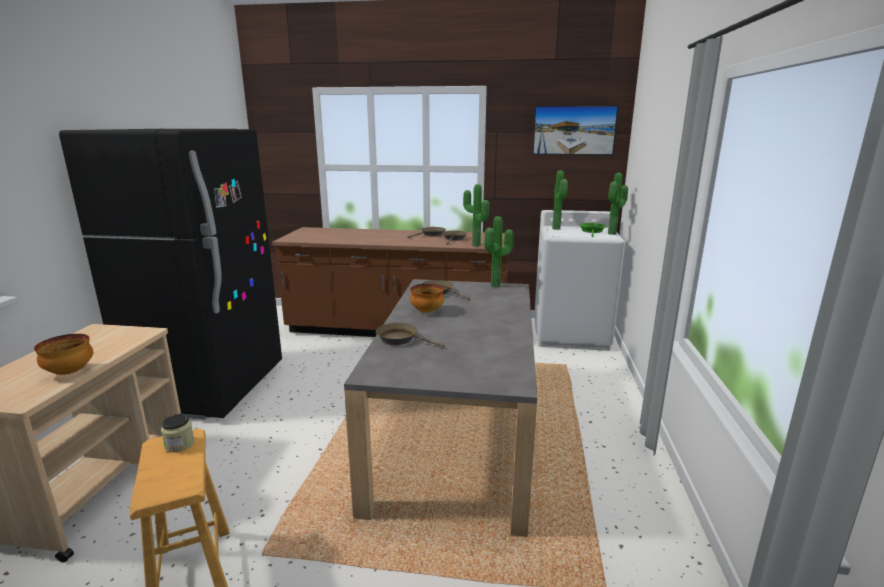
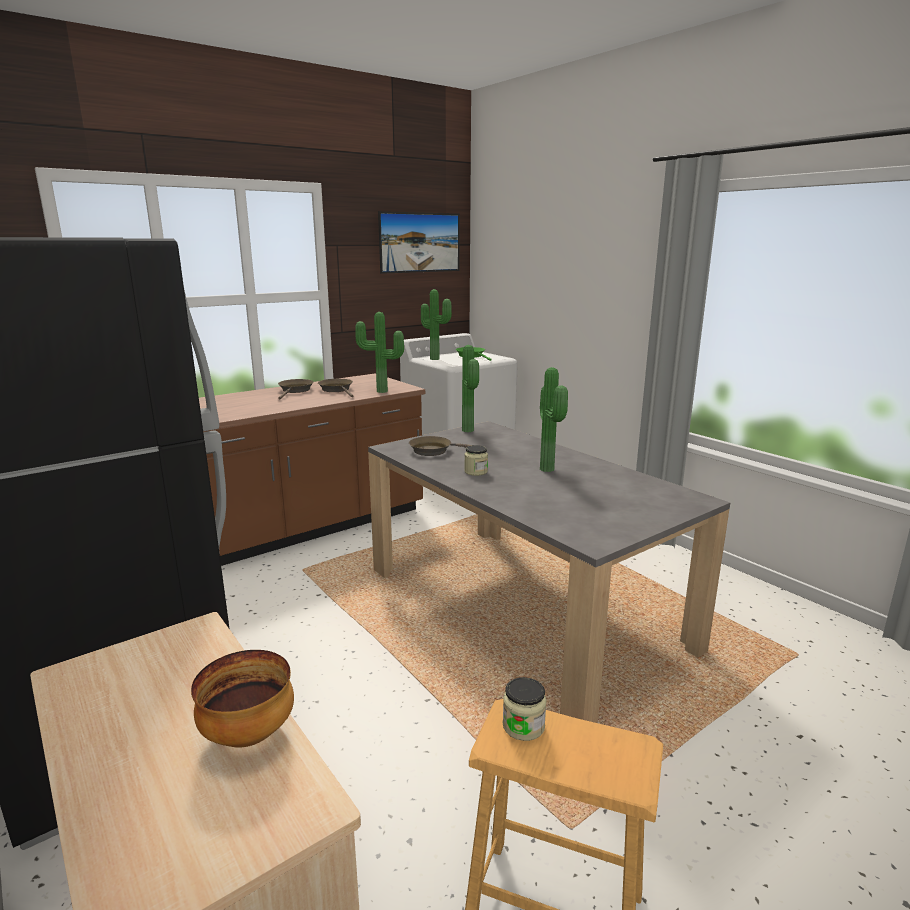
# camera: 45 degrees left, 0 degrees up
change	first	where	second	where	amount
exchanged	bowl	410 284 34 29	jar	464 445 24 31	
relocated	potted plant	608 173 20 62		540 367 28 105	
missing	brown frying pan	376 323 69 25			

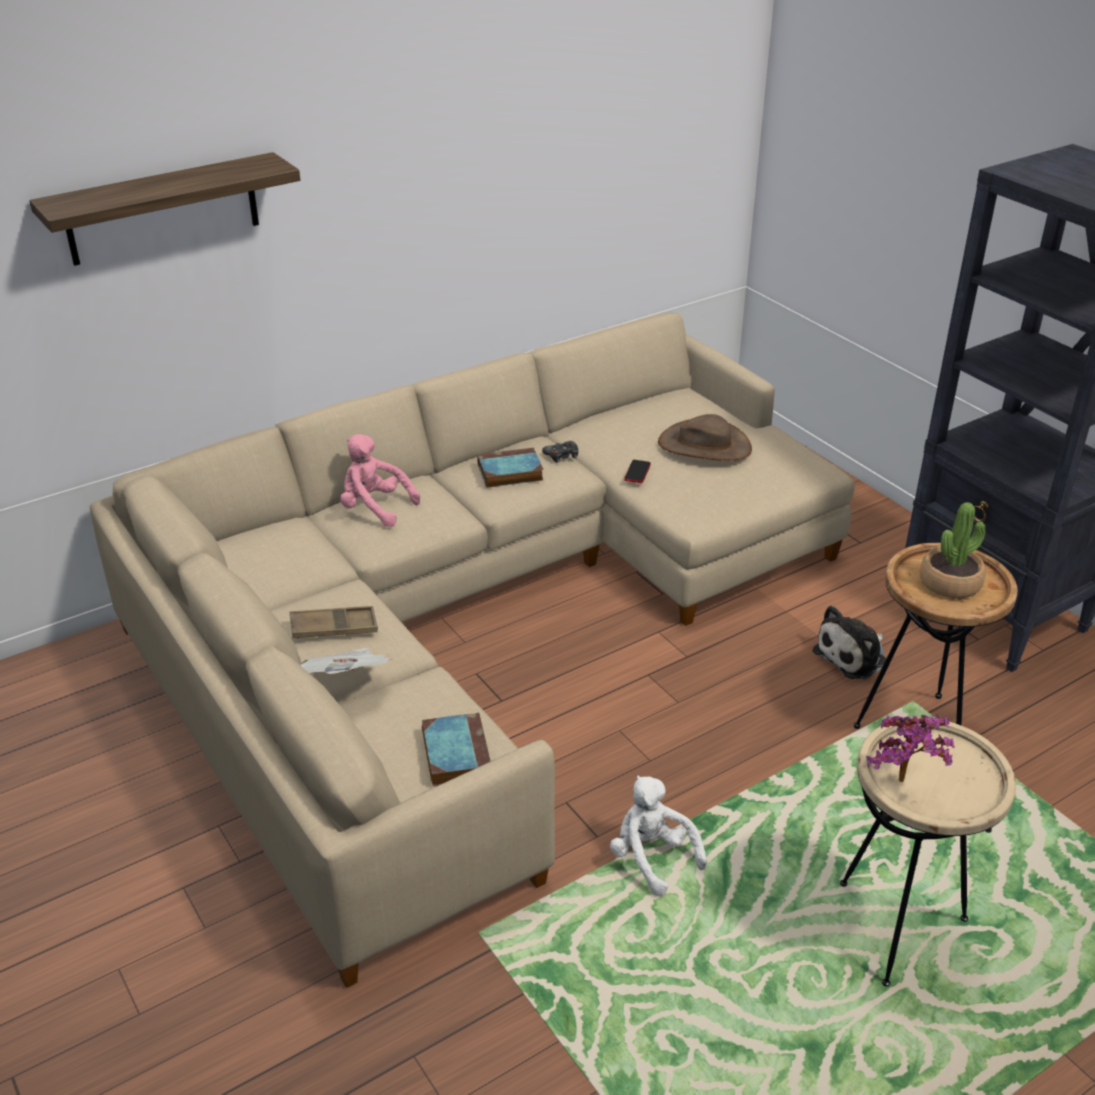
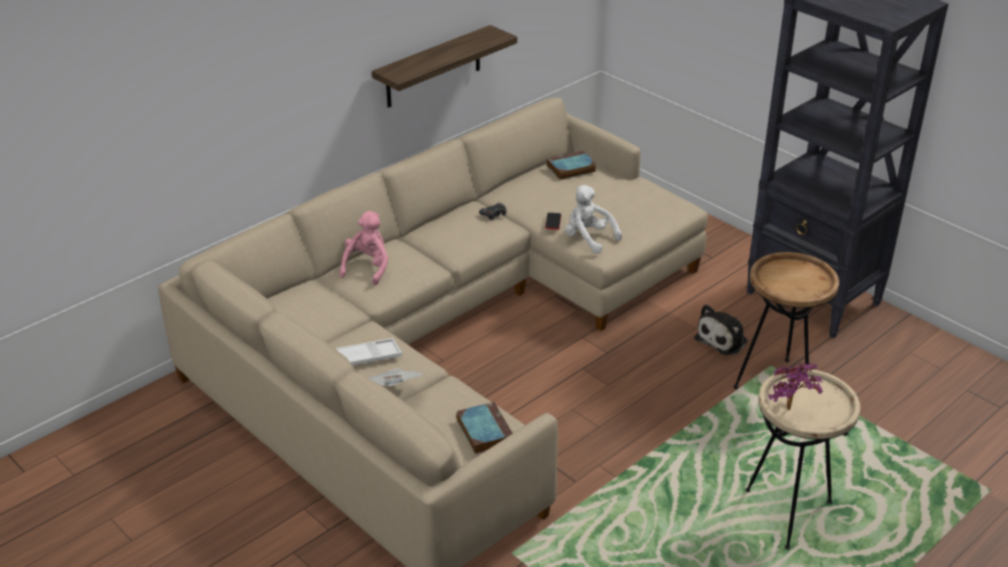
# camera: 10 degrees left, 0 degrees up
change	first	where	second	where	amount
colour	brown tray	290 606 88 33	white tray	336 338 66 27	
spun	pink plush toy	340 434 80 93		340 211 48 74	90 degrees clockwise
relocated	shelf	29 152 271 114		372 25 145 83	
relocated	book	477 448 67 40		547 150 49 30	
relocated	white plush toy	610 775 97 122		565 185 57 69	
missing	brown hat	658 414 94 47			
missing	potted plant	920 502 66 97			

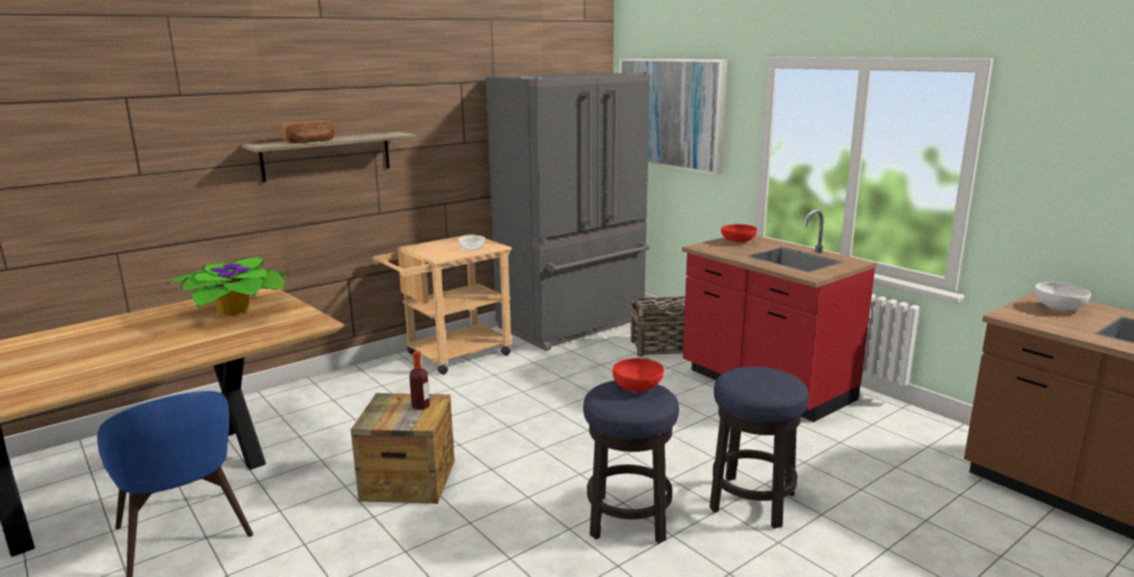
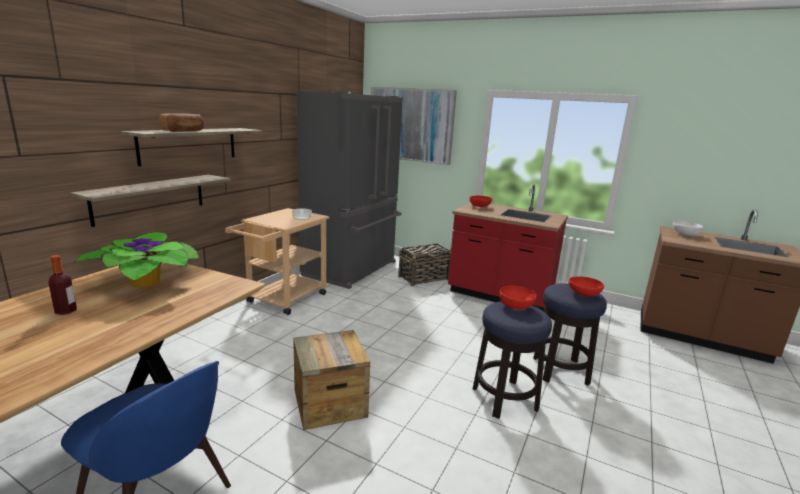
# camera: 25 degrees left, 0 degrees up
change	first	where	second	where	amount
relocated	bottle	409 351 21 59		48 255 29 60	
appeared			shelf	70 175 161 52	
appeared			red bowl	569 276 35 20	

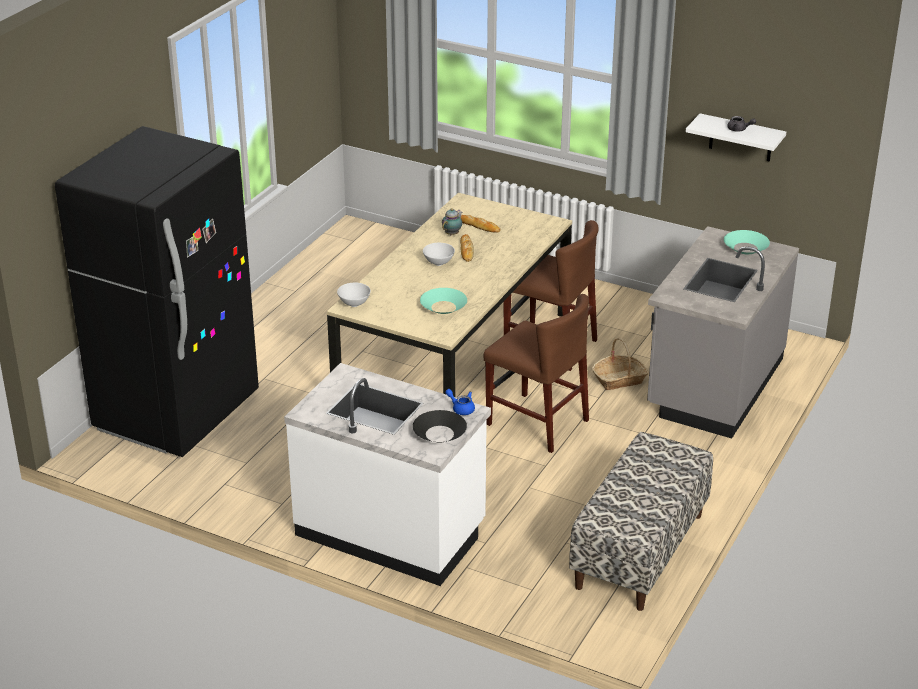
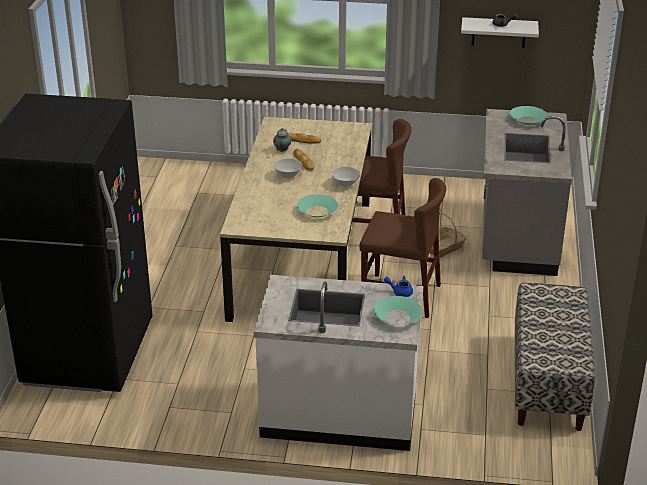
# camera: 20 degrees left, 0 degrees up
change	first	where	second	where	amount
relocated	white bowl	337 283 34 24		331 167 29 20	
colour	black bowl	413 410 54 32	turquoise bowl	373 296 49 29	

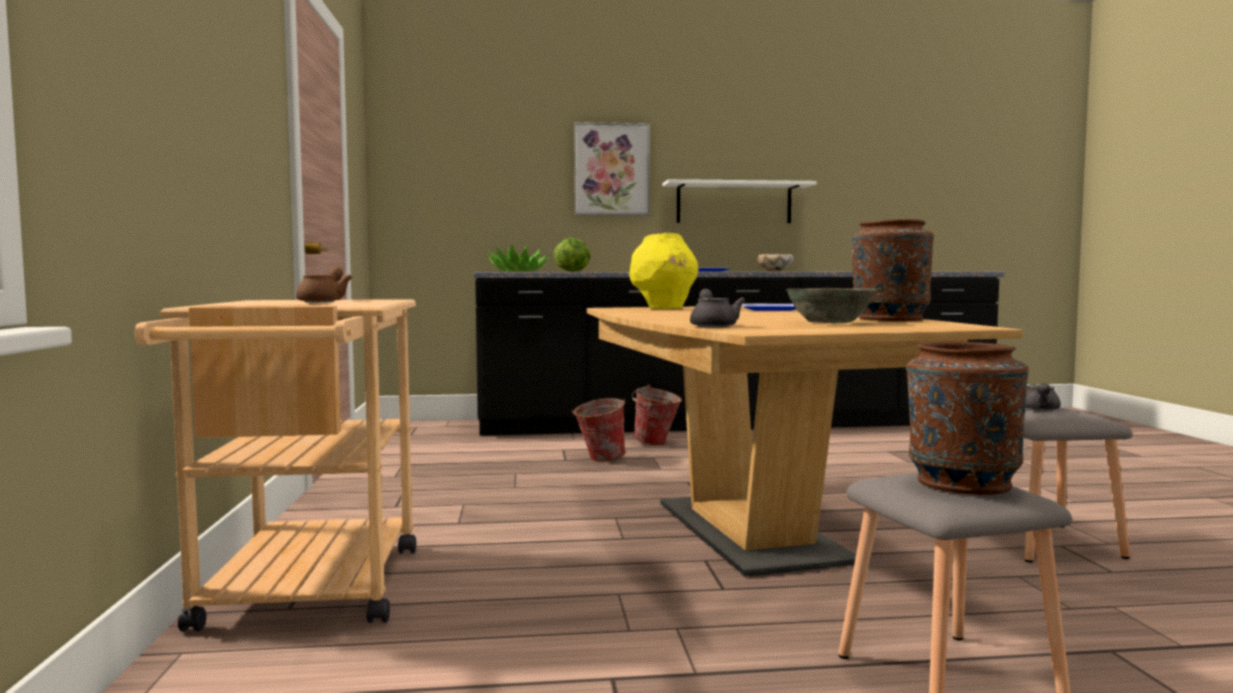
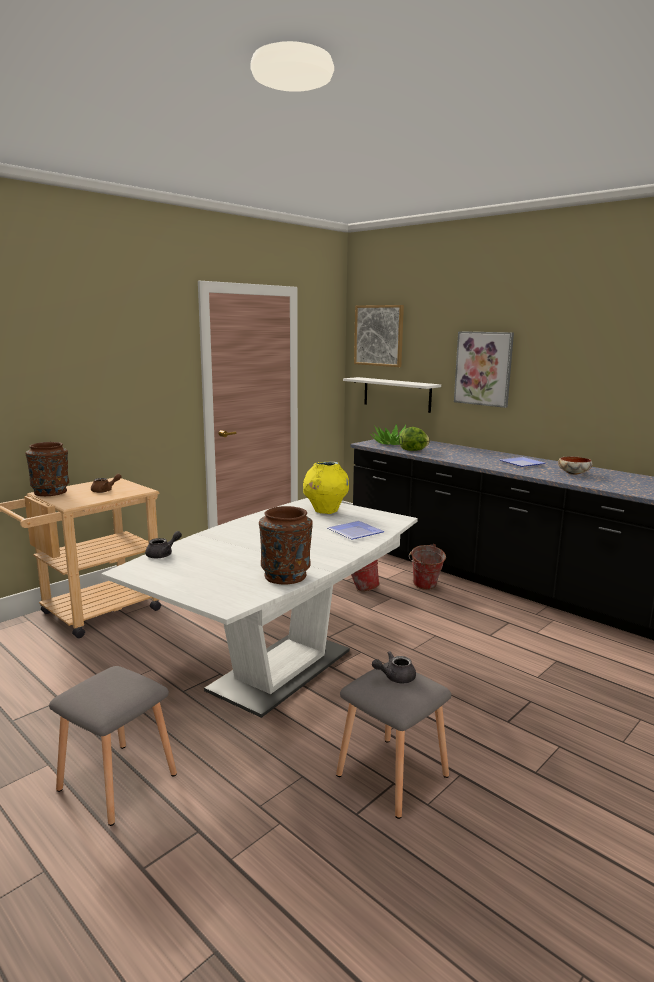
# camera: 50 degrees right, 10 degrees up
change	first	where	second	where	amount
relocated	brown vase	906 342 123 153		25 442 44 54	
colour	brown dining table	587 306 436 271	white dining table	101 498 317 220	
relocated	white shelf	662 179 155 44		343 377 98 36	
appeared			picture	354 305 50 62	
missing	grey bowl	785 288 93 36			

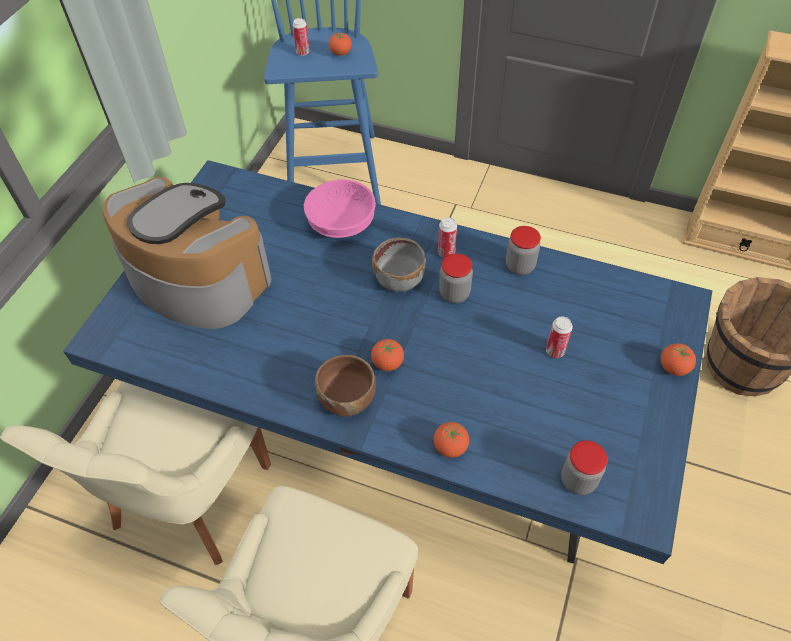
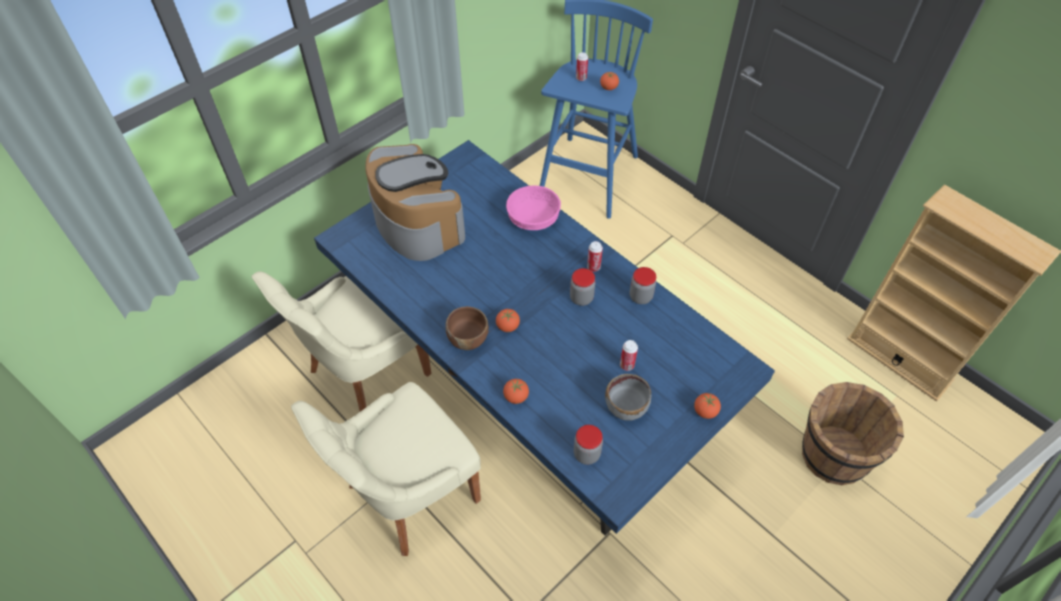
# camera: 25 degrees right, 0 degrees up
change	first	where	second	where	amount
relocated	grey bowl	372 238 54 54		605 374 46 47	

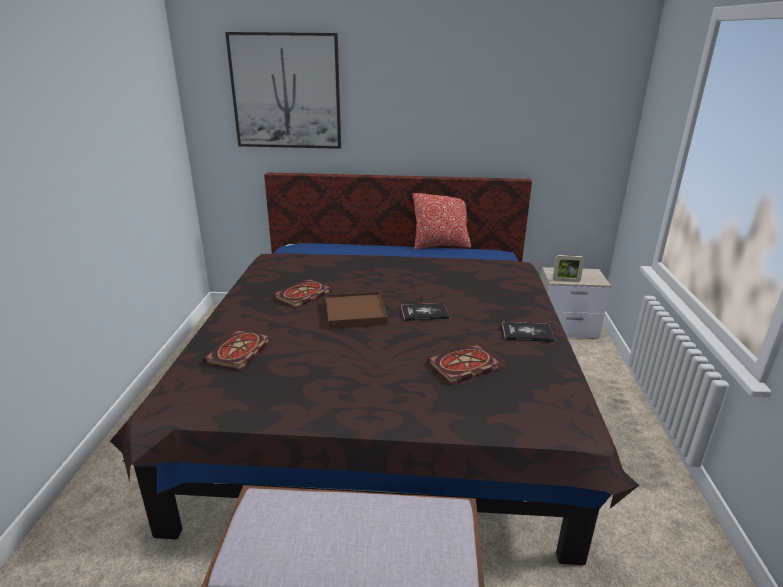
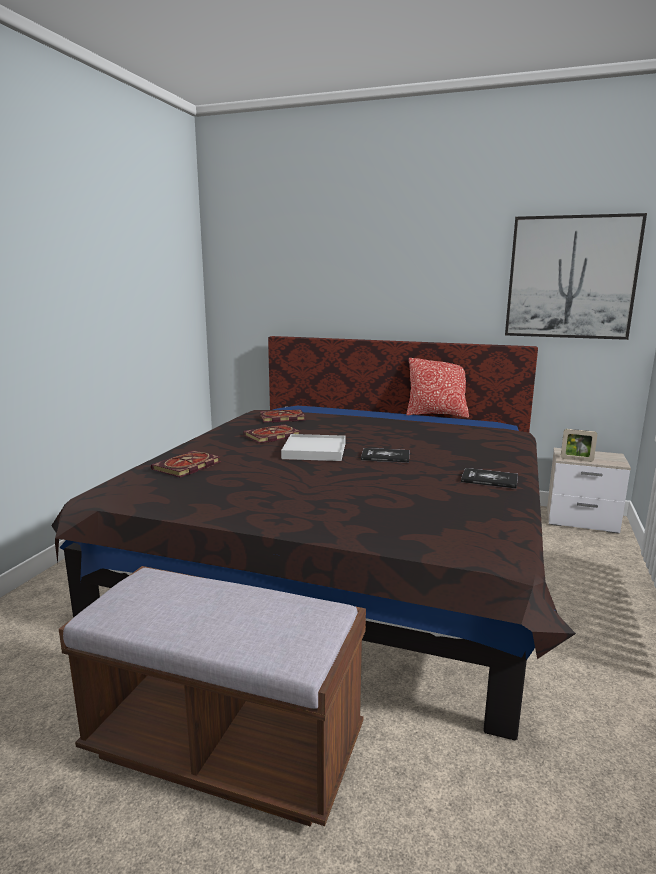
# camera: 15 degrees right, 10 degrees down
change	first	where	second	where	amount
relocated	book	427 344 74 40		260 409 45 13	
colour	brown tray	326 292 62 37	white tray	281 434 65 27	
relocated	picture	225 32 116 117		505 213 142 127	

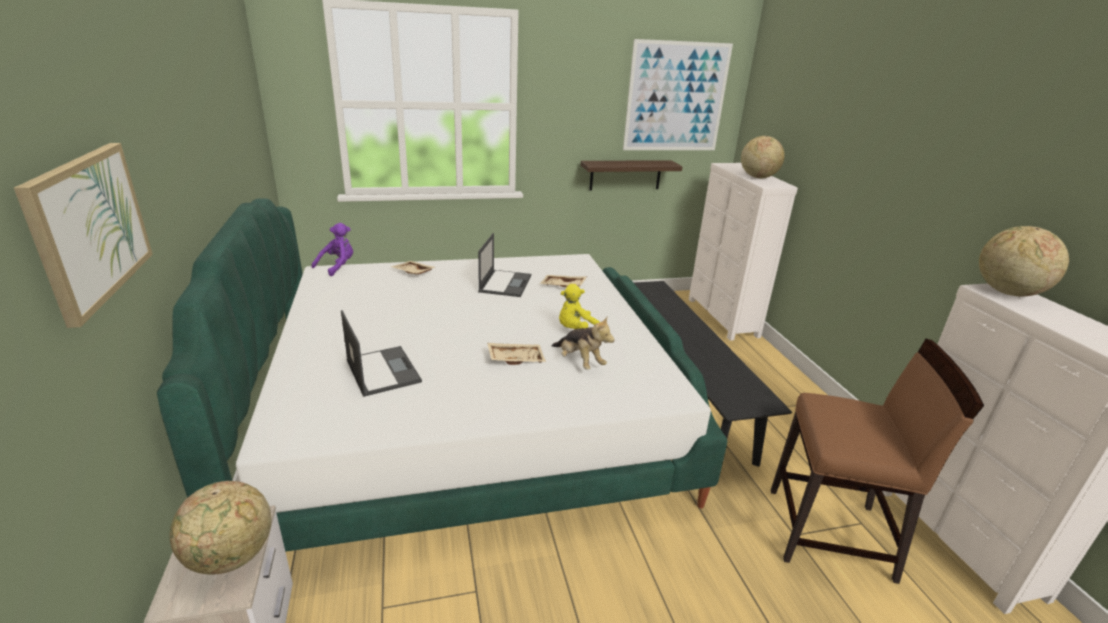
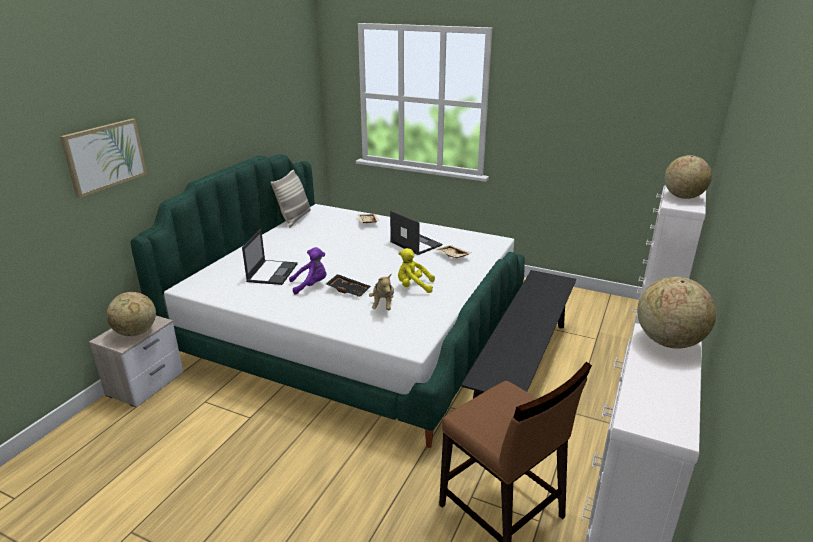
# camera: 40 degrees right, 0 degrees up
change	first	where	second	where	amount
appeared			pillow	271 170 40 58	
relocated	purple plush toy	312 223 41 53		289 247 38 48	
colour	beige tray	487 343 59 22	black tray	326 274 45 23	
spun	laptop	478 233 53 64		390 211 52 44	90 degrees counterclockwise
missing	shelf	581 160 102 30			
missing	picture	623 39 110 111			

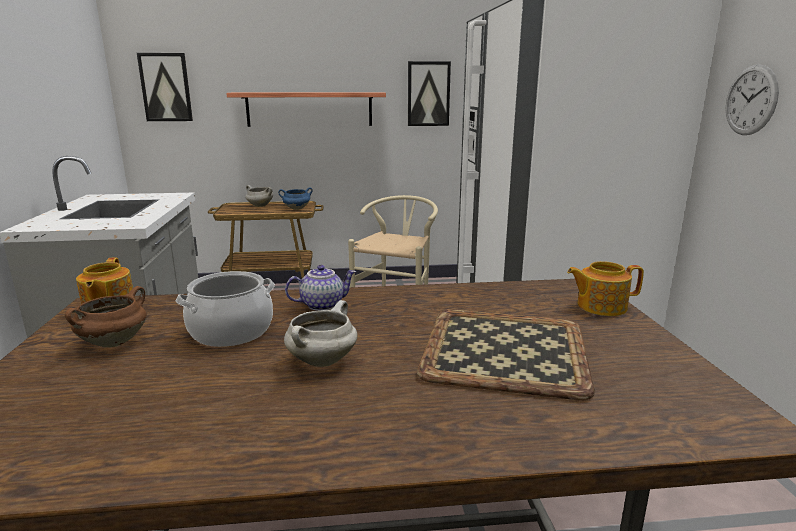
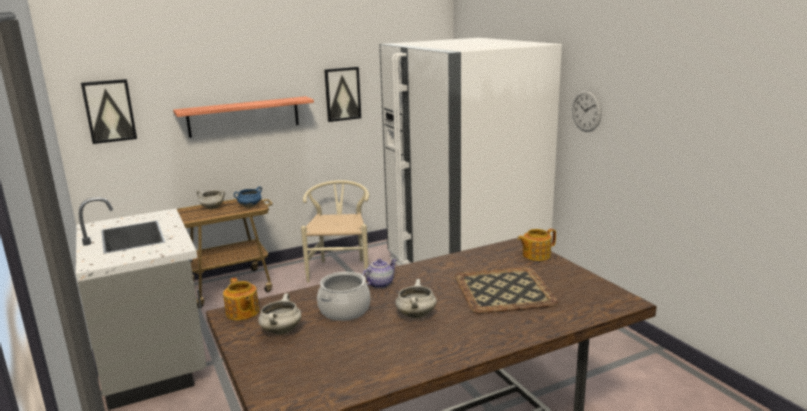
# camera: 20 degrees left, 0 degrees up
change	first	where	second	where	amount
colour	brown cooking pot	65 286 82 61	white cooking pot	258 293 44 42	

